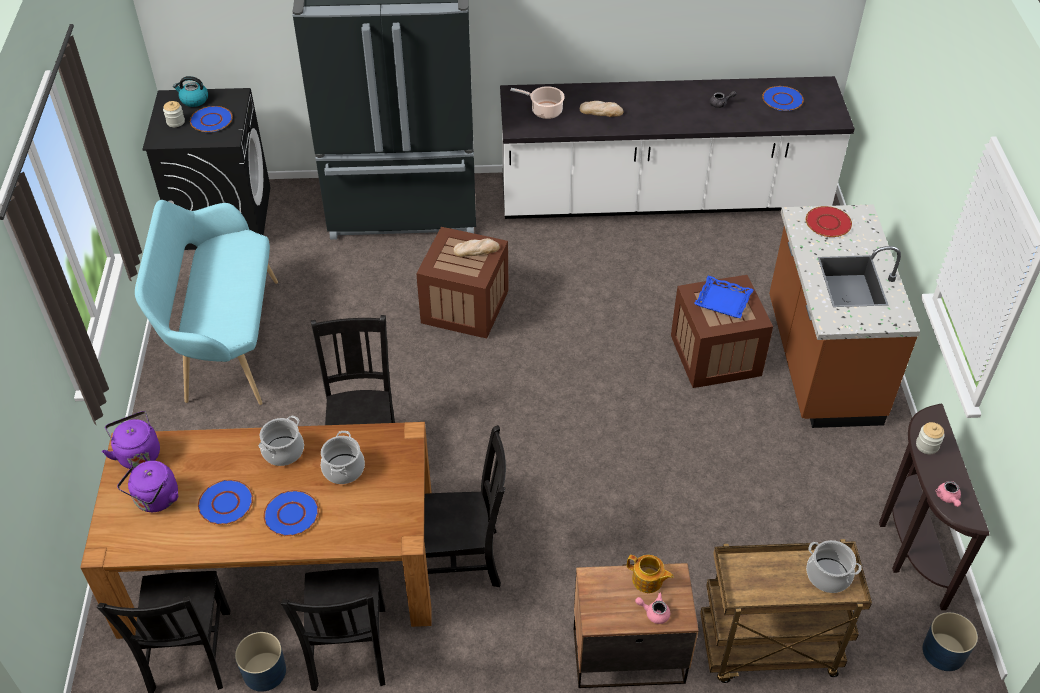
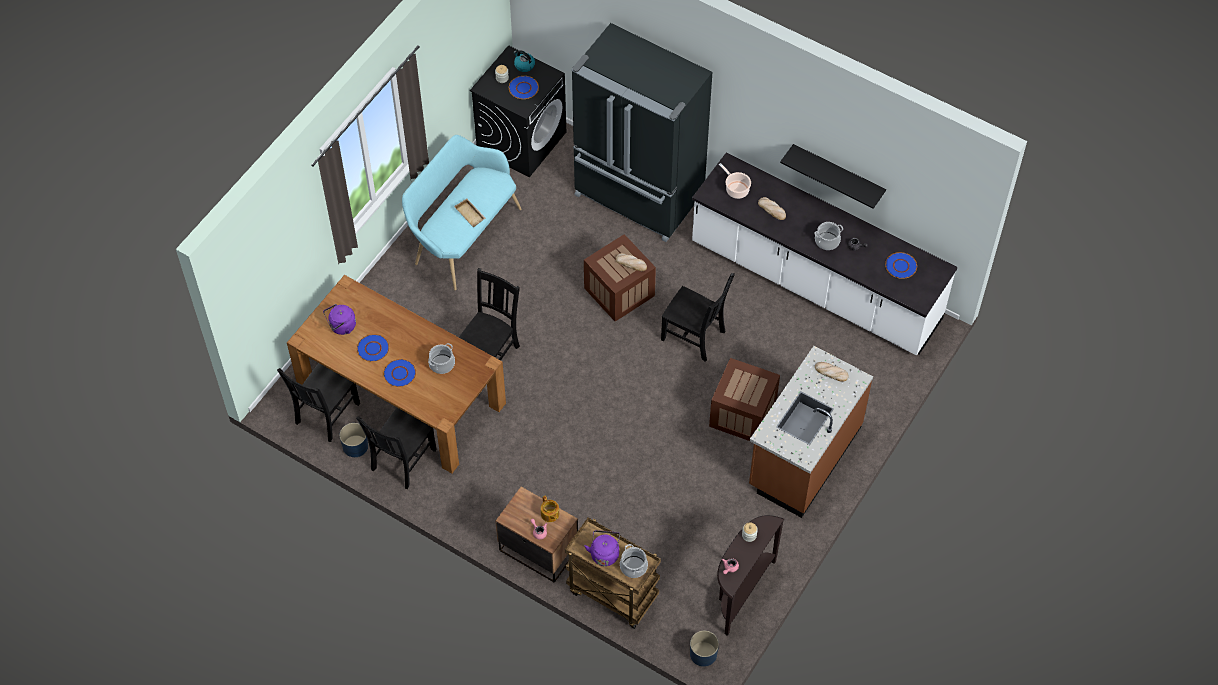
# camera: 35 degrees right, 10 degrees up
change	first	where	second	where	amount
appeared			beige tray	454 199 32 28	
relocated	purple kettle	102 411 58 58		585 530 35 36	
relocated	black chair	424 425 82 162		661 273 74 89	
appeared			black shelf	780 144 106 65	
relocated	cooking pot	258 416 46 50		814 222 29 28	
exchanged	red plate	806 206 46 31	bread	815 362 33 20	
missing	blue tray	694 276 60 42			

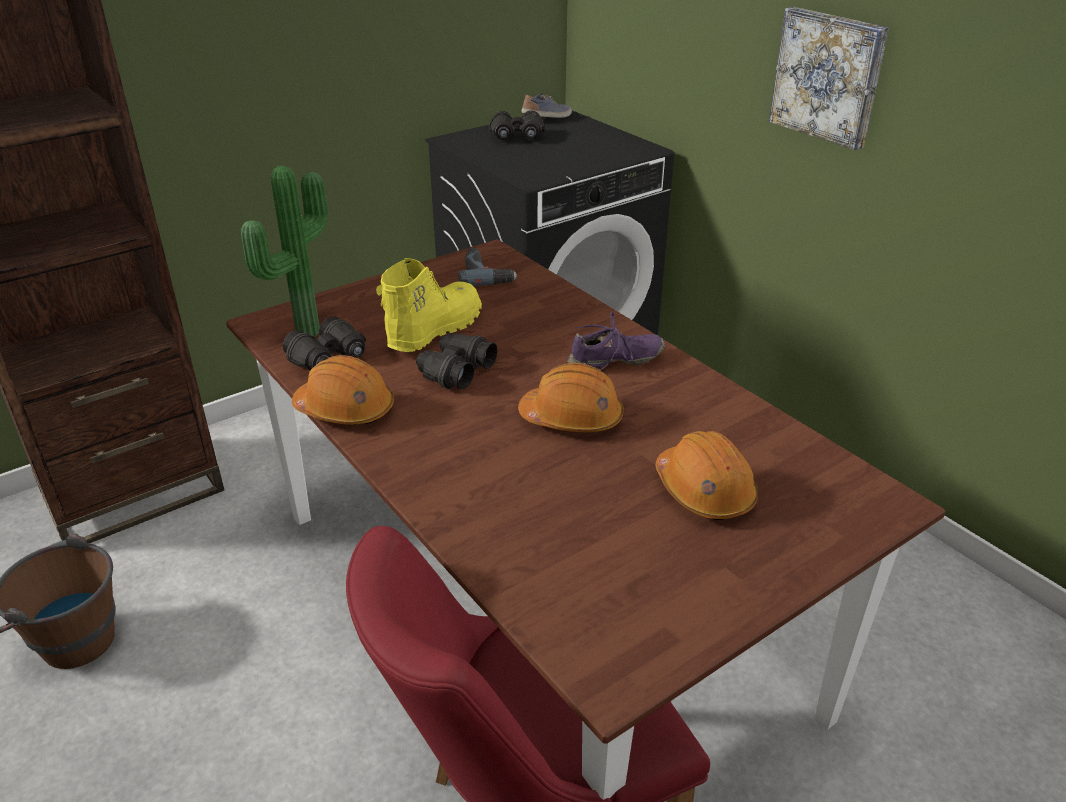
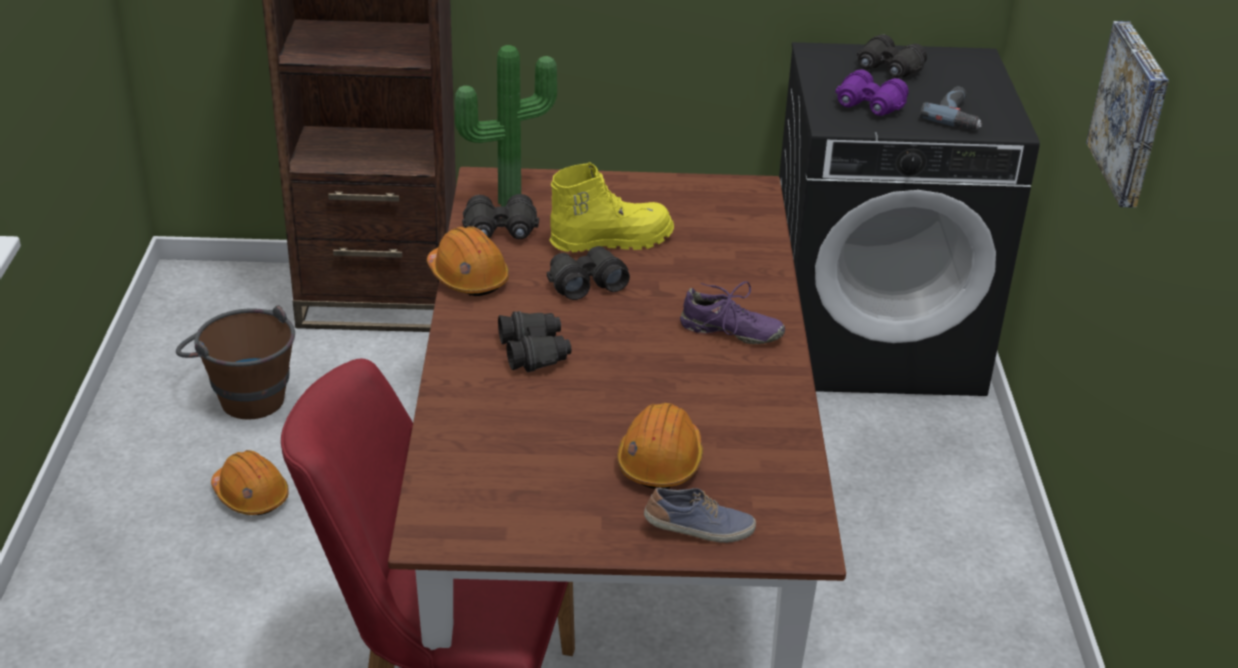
# camera: 35 degrees right, 0 degrees up
change	first	where	second	where	amount
relocated	orange hard hat	518 363 106 69		211 450 78 65	
appeared			black binoculars	498 311 73 62	
relocated	shoe	522 93 50 25		644 487 112 56	
appeared			purple binoculars	835 69 73 47	
relocated	power drill	458 248 59 38		920 87 62 43	

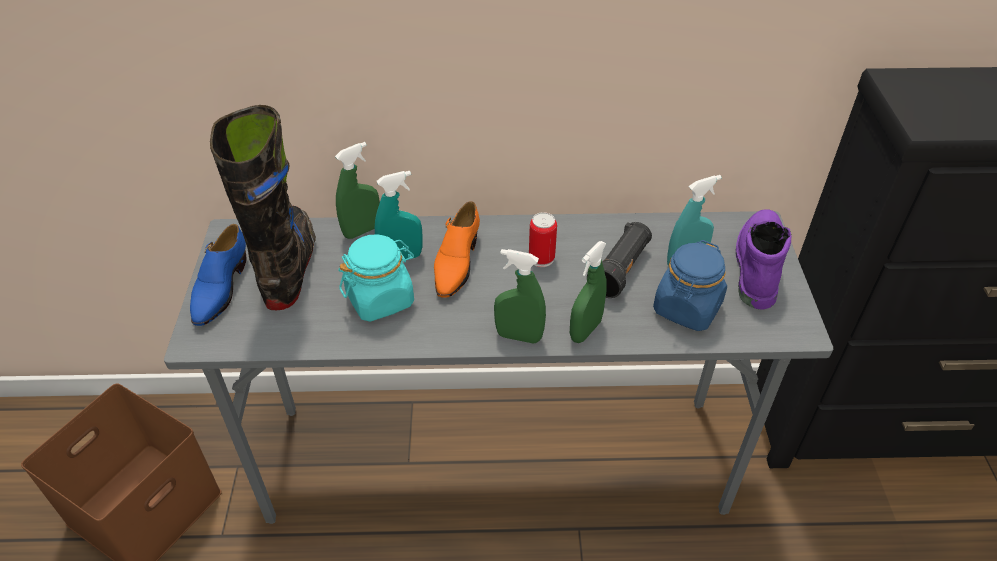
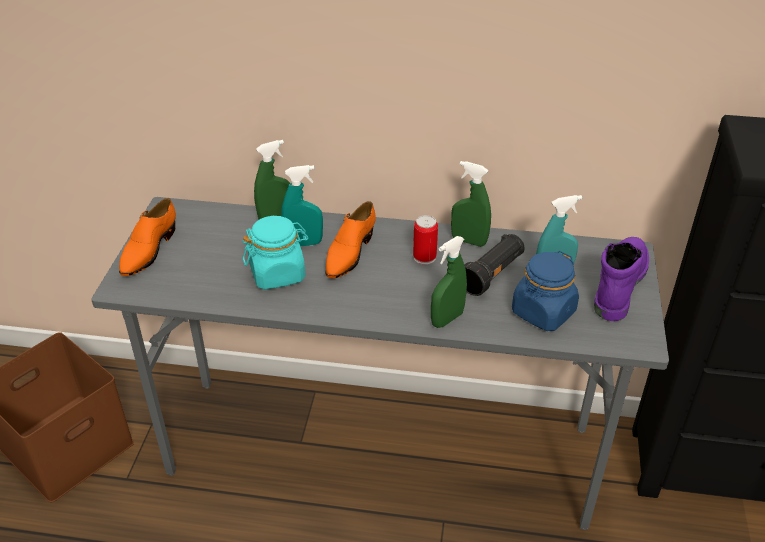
# camera: 10 degrees right, 5 degrees down
change	first	where	second	where	amount
colour	blue shoe	190 224 57 102	orange shoe	119 198 57 78	
relocated	green spray bottle	494 249 52 95		451 161 40 86	
missing	black boot	210 105 106 205			

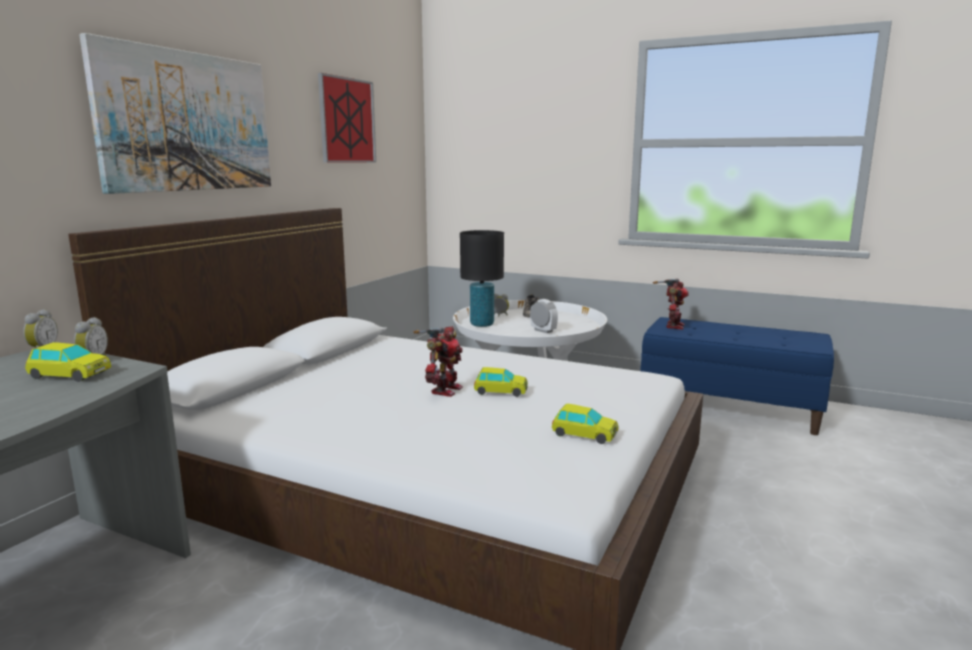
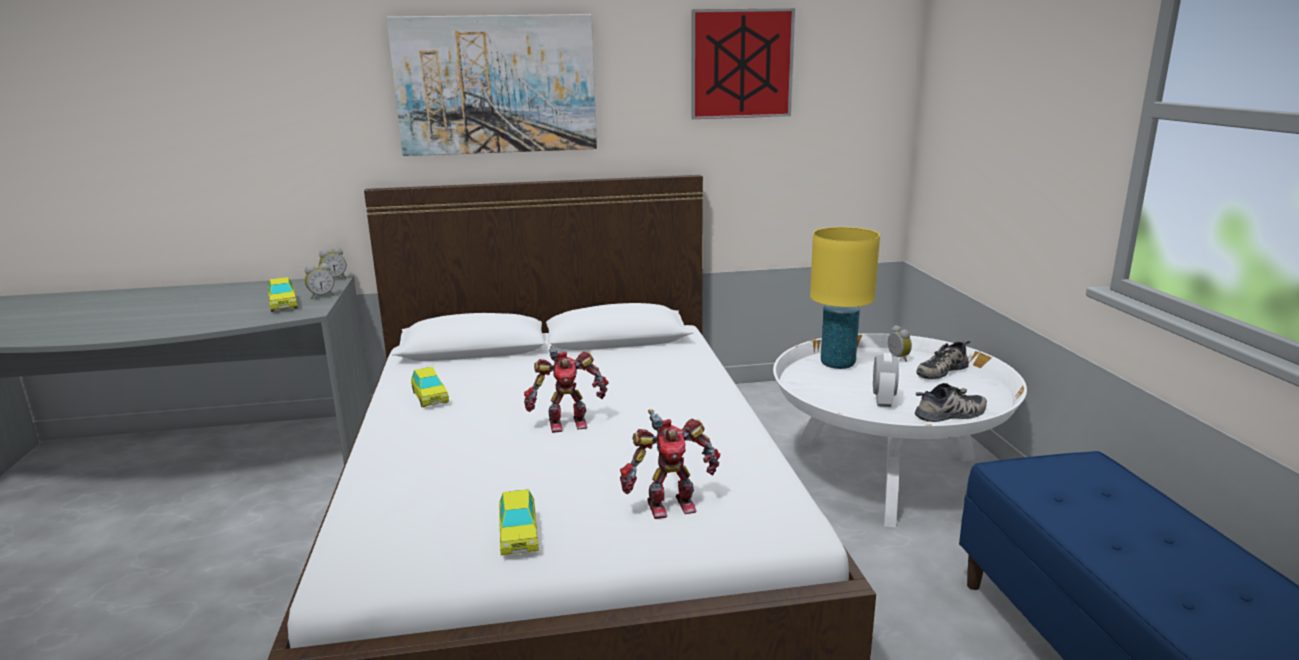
# camera: 55 degrees right, 5 degrees up
change	first	where	second	where	amount
relocated	toy car	474 367 54 30		411 367 38 40	
relocated	toy robot	653 278 36 52		620 410 100 109	
colour	black table lamp	460 230 44 97	yellow table lamp	810 227 70 142	
appeared			shoe	915 383 72 39	

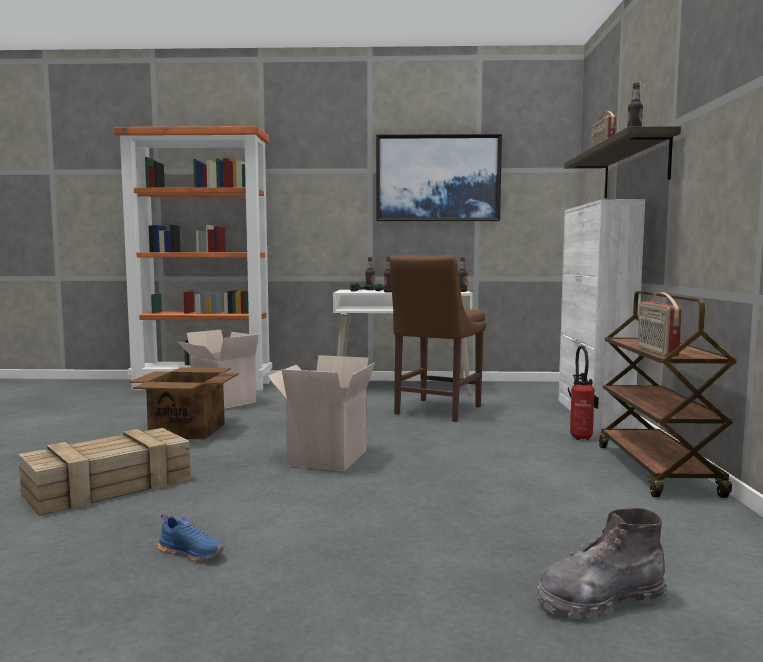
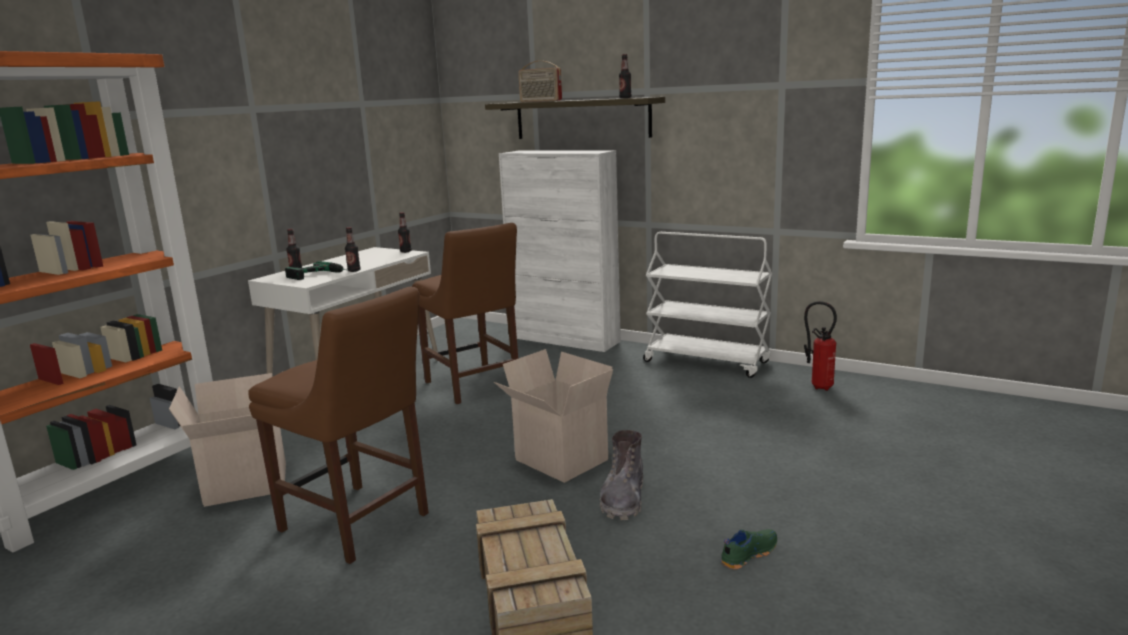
# camera: 60 degrees left, 10 degrees up
change	first	where	second	where	amount
exchanged	cardboard box	129 367 110 72	brown chair	248 286 181 278	
relocated	grey boot	537 508 130 112		600 430 43 90	
colour	brown cart	599 291 138 207	white cart	643 232 129 146	
colour	blue shoe	158 514 66 47	green shoe	721 529 56 40	
relocated	fire extinguisher	568 345 31 95		804 301 33 90	
missing	picture	376 134 126 87			
missing	radio	637 292 45 64			

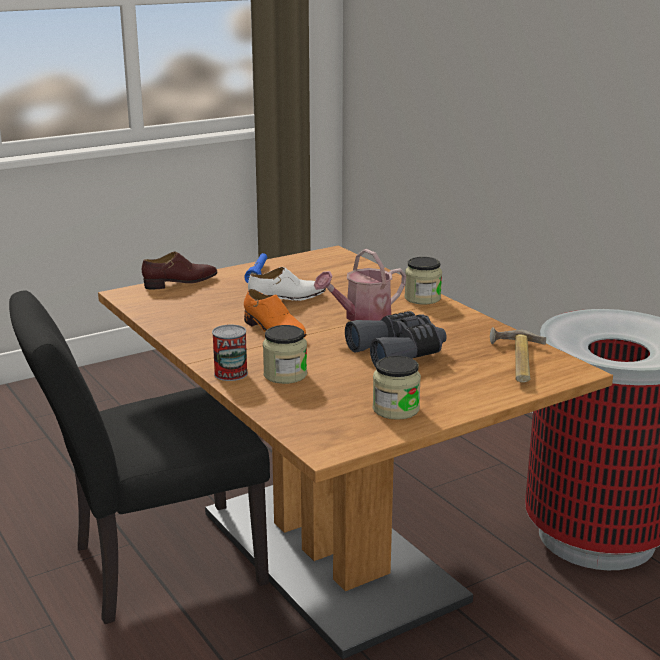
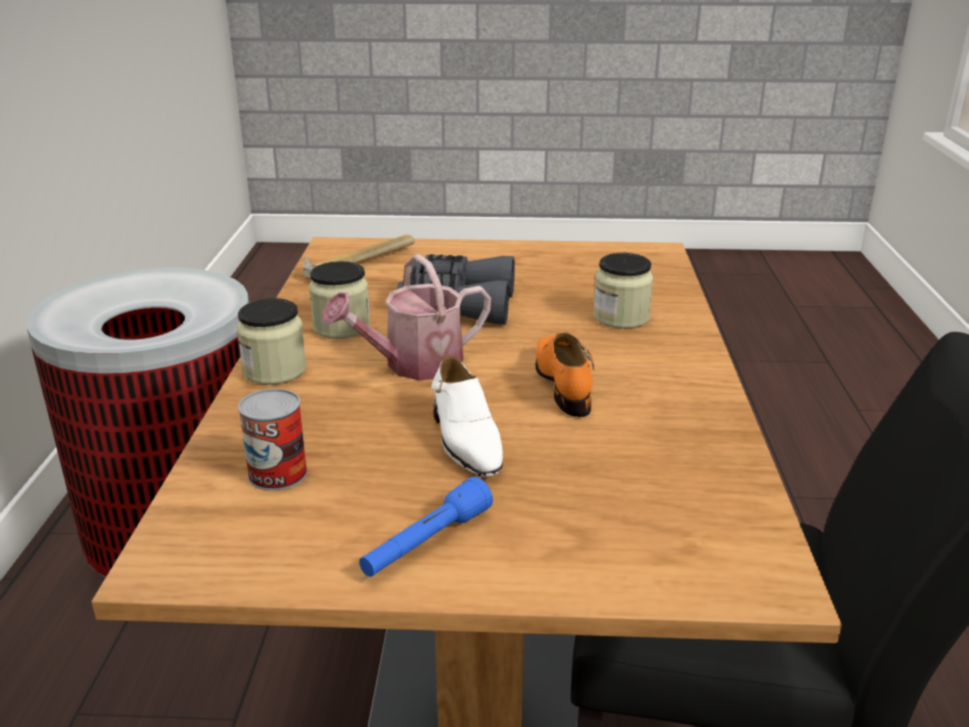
# camera: 145 degrees left, 5 degrees up
change	first	where	second	where	amount
relocated	can	212 325 36 56		238 388 70 103	
relocated	jar	372 356 49 64		309 261 62 78	
spun	watering can	314 249 92 72		322 254 169 126	150 degrees clockwise
spun	white shoe	248 267 78 34		431 356 72 121	120 degrees counterclockwise
missing	brown shoe	142 252 75 38			

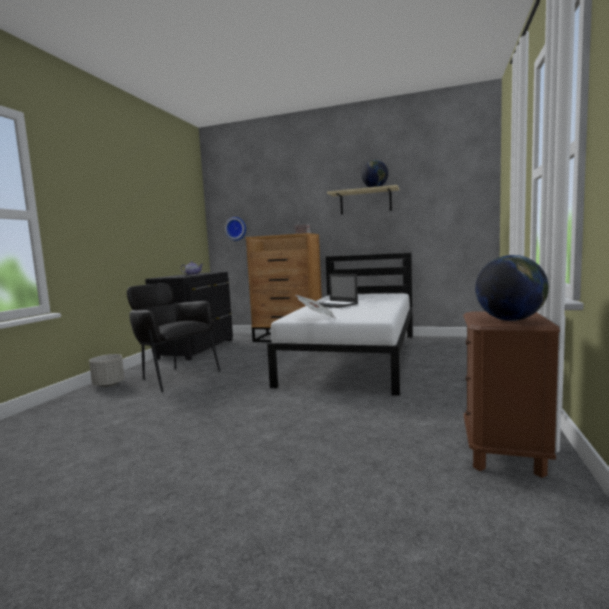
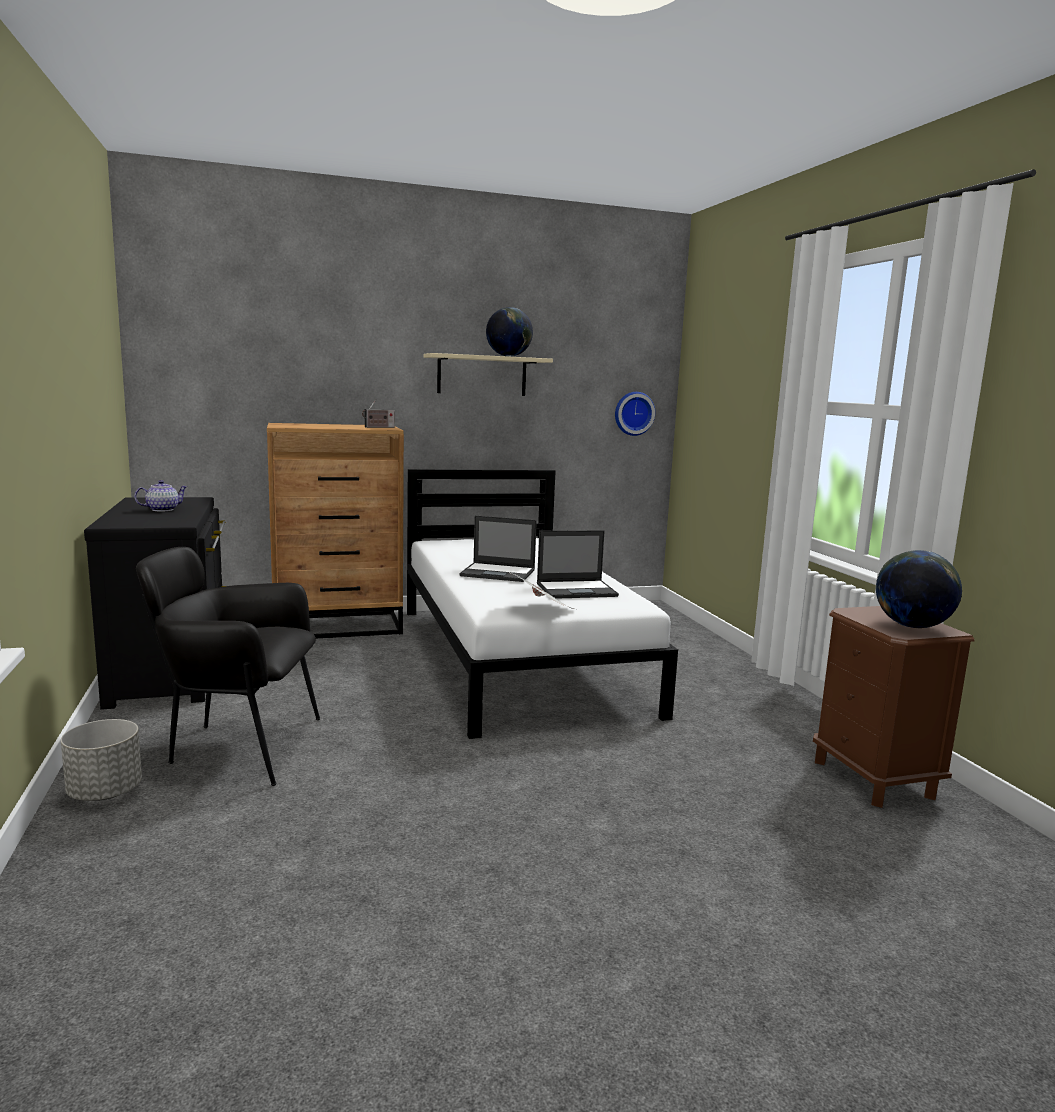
# camera: 35 degrees left, 5 degrees up
change	first	where	second	where	amount
appeared			laptop	537 530 82 69	
relocated	wall clock	225 217 21 24		615 392 40 44	

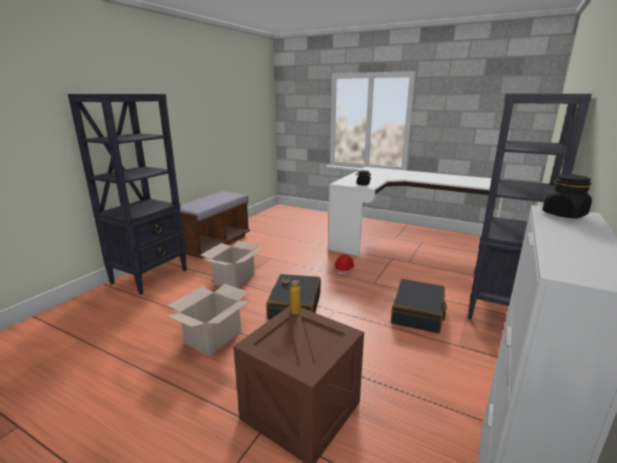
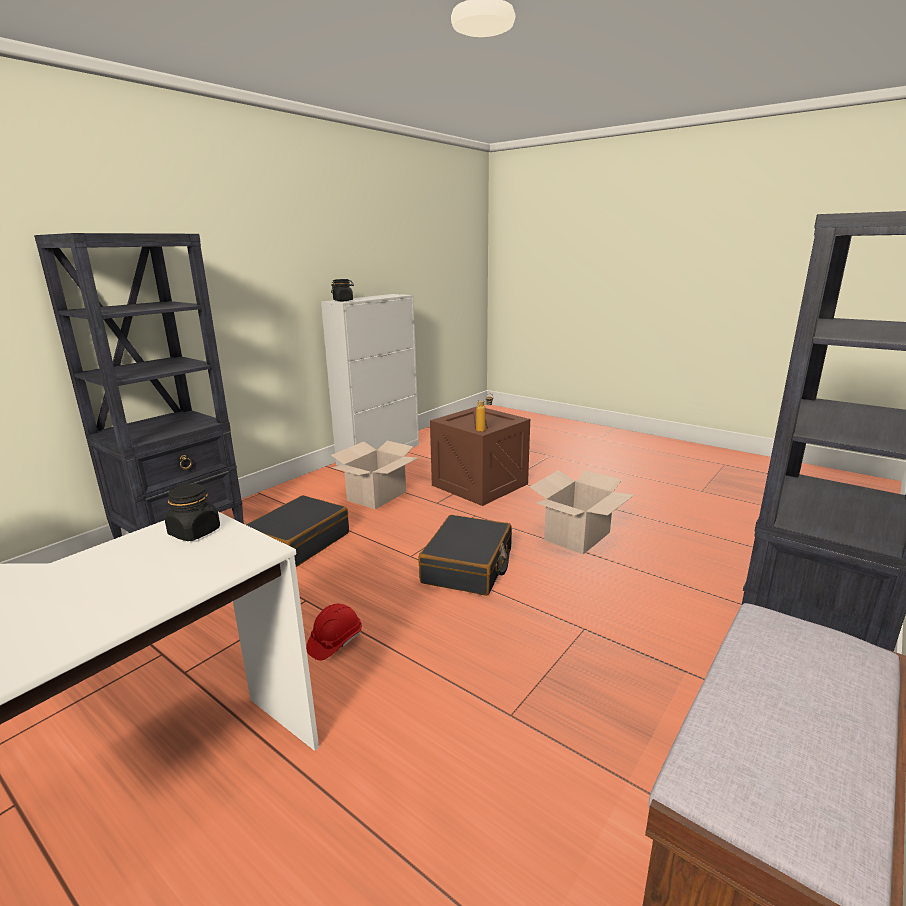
# camera: 170 degrees left, 0 degrees up
change	first	where	second	where	amount
relocated	cardboard box	200 241 62 47		331 441 87 68	

